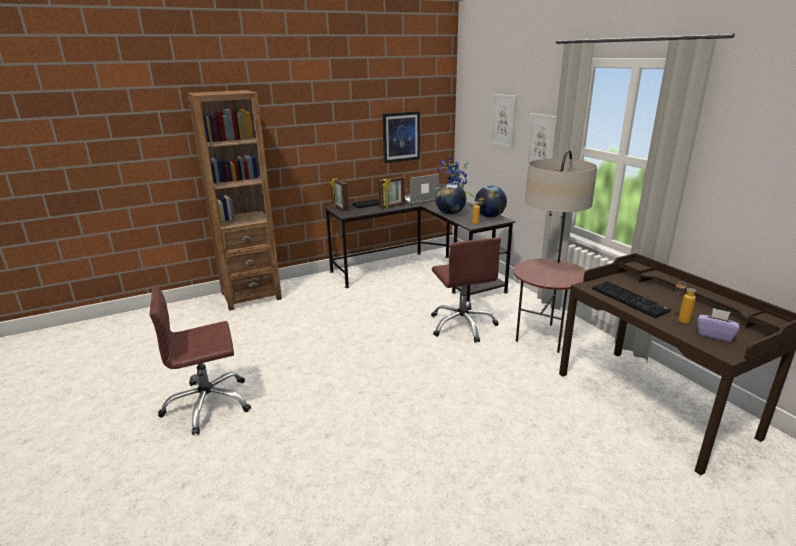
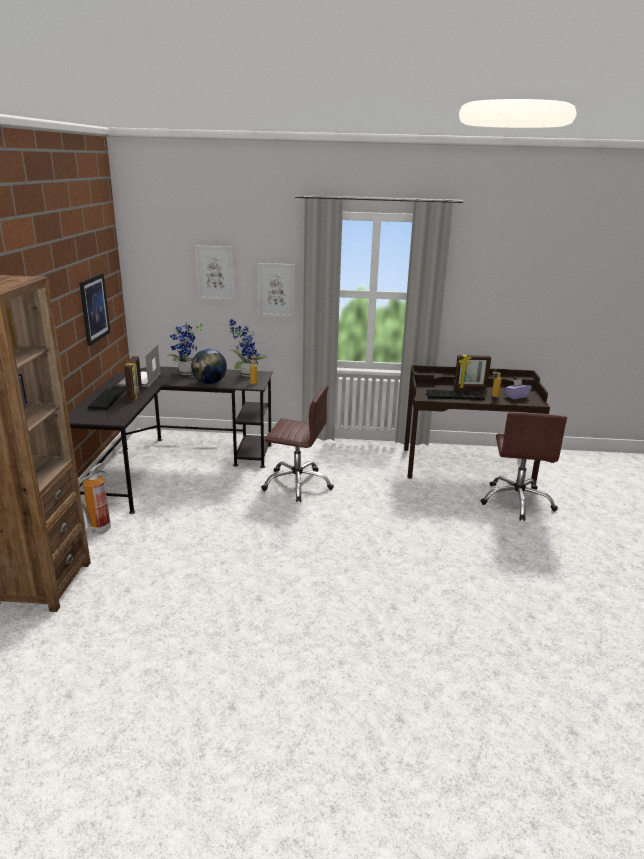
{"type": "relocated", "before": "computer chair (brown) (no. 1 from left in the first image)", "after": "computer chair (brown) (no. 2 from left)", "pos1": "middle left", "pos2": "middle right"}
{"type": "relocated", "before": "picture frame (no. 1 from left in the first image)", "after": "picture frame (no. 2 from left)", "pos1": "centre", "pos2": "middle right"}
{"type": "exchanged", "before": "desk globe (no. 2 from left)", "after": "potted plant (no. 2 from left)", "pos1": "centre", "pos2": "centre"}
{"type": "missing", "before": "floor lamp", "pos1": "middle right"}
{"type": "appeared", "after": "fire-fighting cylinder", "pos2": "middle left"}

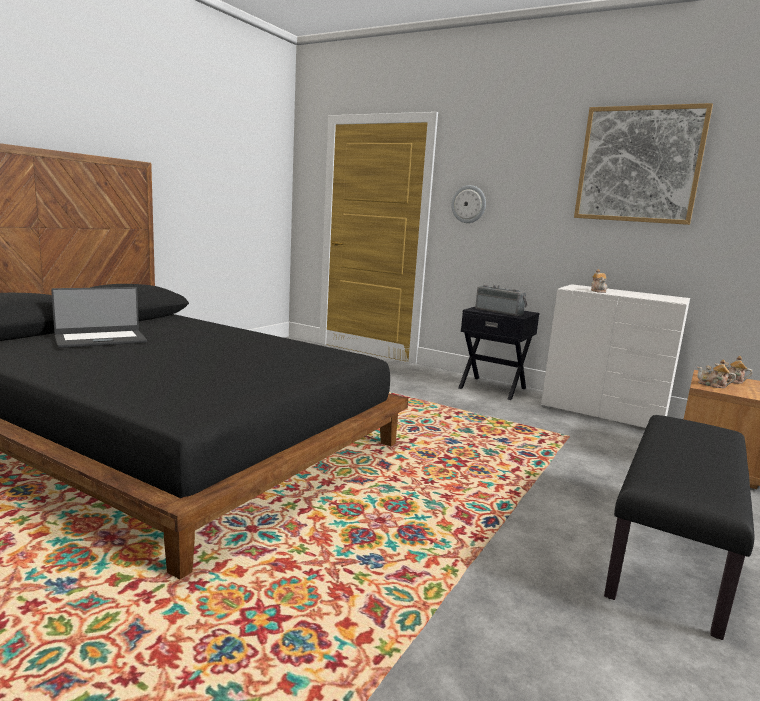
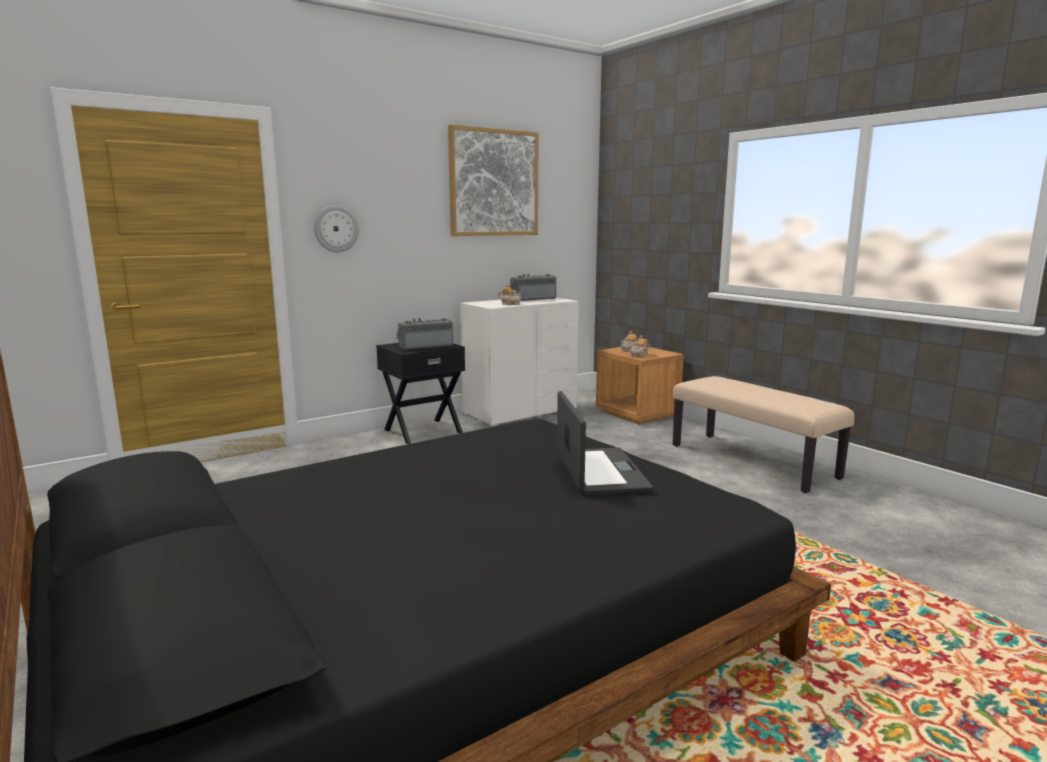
{"type": "relocated", "before": "portable computer", "pos1": "middle left", "pos2": "centre"}
{"type": "colour", "before": "indoor bench (blackish)", "after": "indoor bench (beige-coloured)", "pos1": "bottom right", "pos2": "middle right"}
{"type": "appeared", "after": "radio (no. 2 from left)", "pos2": "centre"}

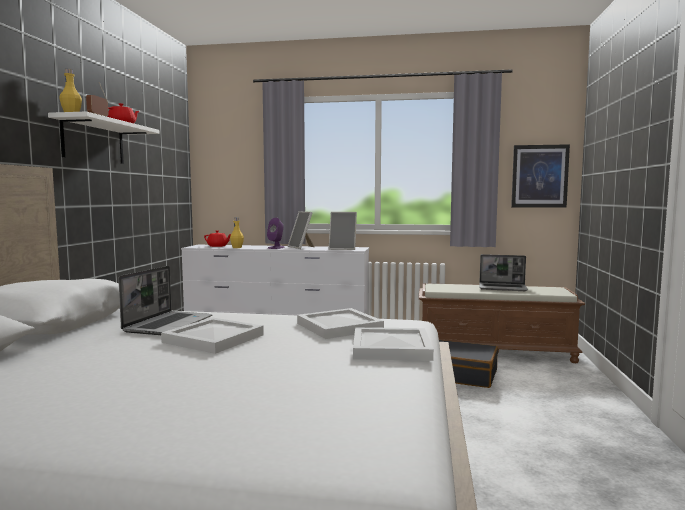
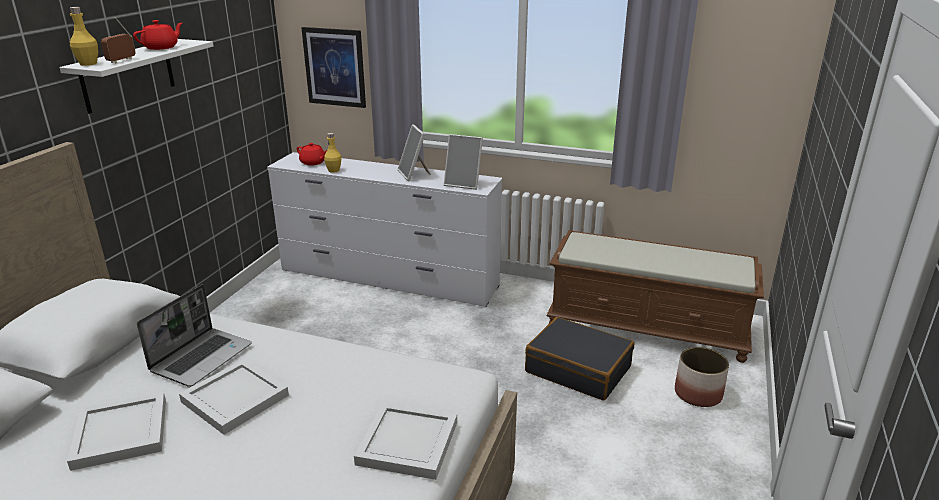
{"type": "missing", "before": "audio speaker (purple-coloured)", "pos1": "centre"}
{"type": "relocated", "before": "serving tray (white-coloured) (no. 2 from left in the first image)", "after": "serving tray (white-coloured) (no. 1 from left)", "pos1": "centre", "pos2": "bottom left"}
{"type": "missing", "before": "portable computer (no. 2 from left)", "pos1": "middle right"}
{"type": "relocated", "before": "wall art", "pos1": "middle right", "pos2": "top centre"}
{"type": "appeared", "after": "flower pot", "pos2": "bottom right"}

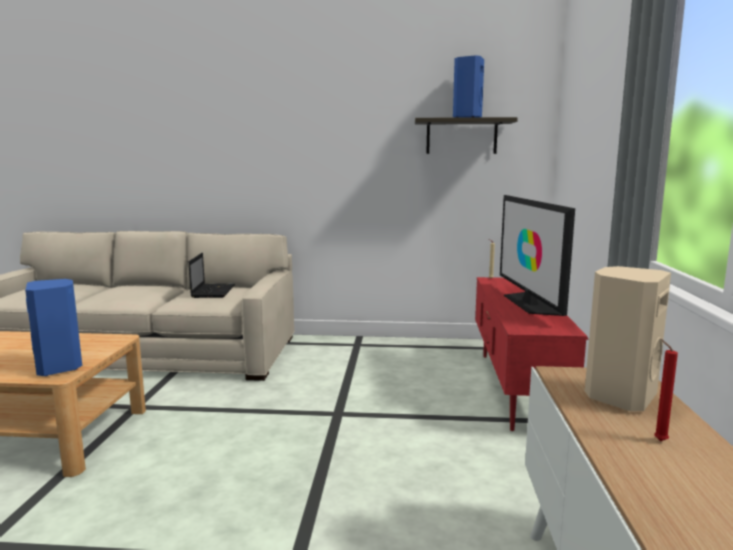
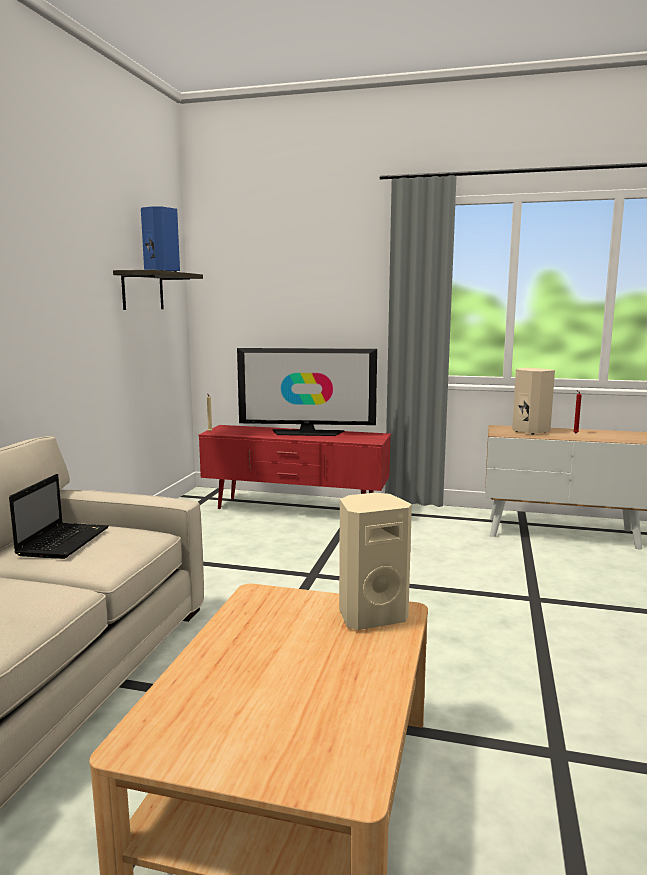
{"type": "colour", "before": "audio speaker (blue-coloured) (no. 1 from left)", "after": "audio speaker (beige-coloured) (no. 1 from left)", "pos1": "middle left", "pos2": "centre"}
{"type": "spun", "before": "portable computer", "pos1": "middle left", "pos2": "middle left", "turn": 90}

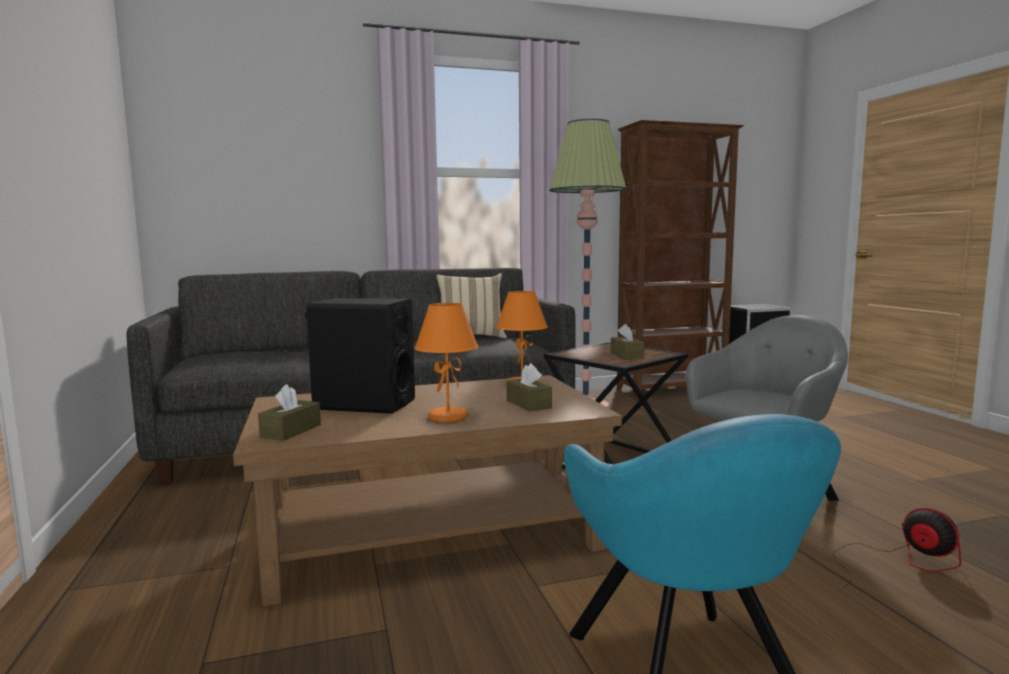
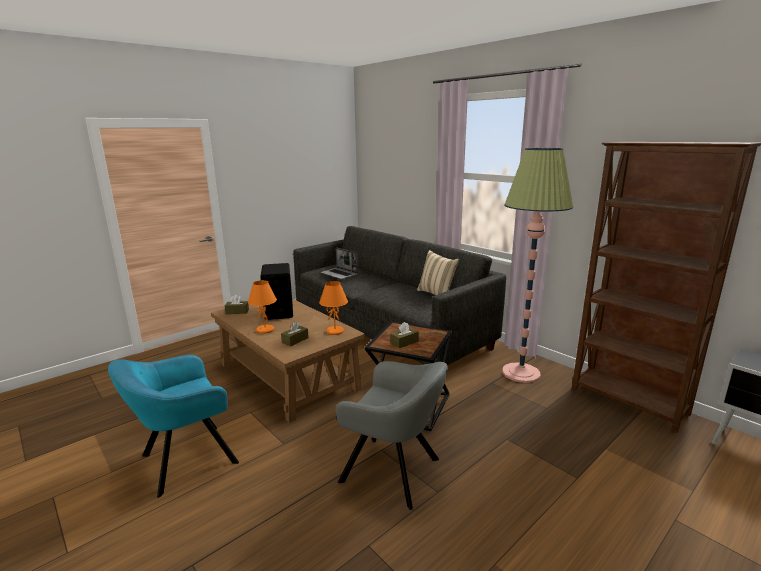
{"type": "missing", "before": "cooling fan", "pos1": "bottom right"}
{"type": "appeared", "after": "portable computer", "pos2": "centre"}

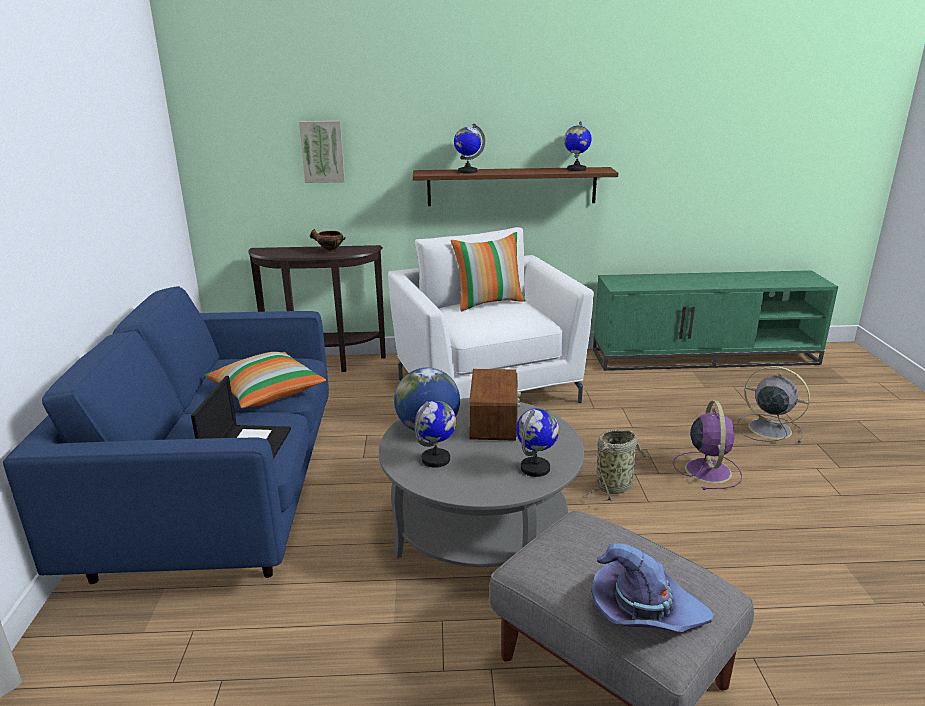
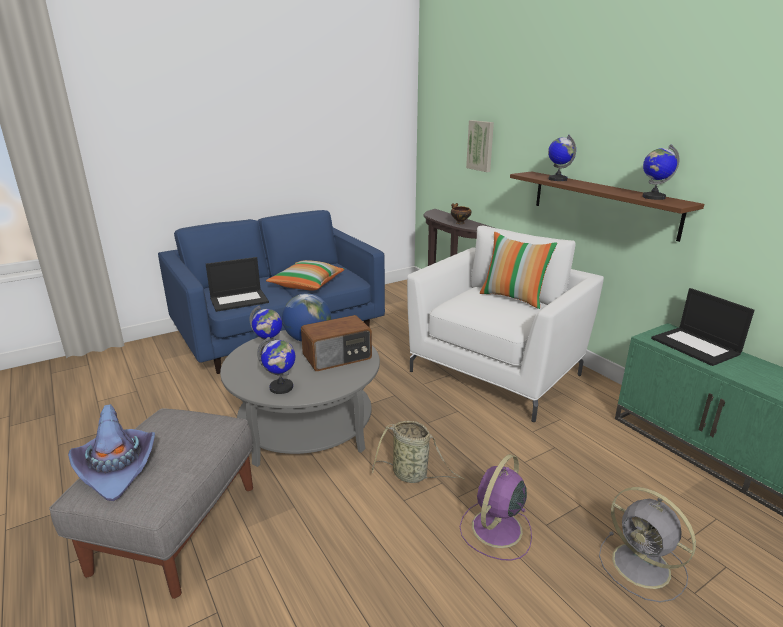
{"type": "spun", "before": "cooling fan (purple-coloured)", "pos1": "middle right", "pos2": "bottom centre", "turn": 150}
{"type": "spun", "before": "cooling fan (gray)", "pos1": "middle right", "pos2": "bottom right", "turn": 135}
{"type": "appeared", "after": "portable computer (no. 2 from left)", "pos2": "middle right"}

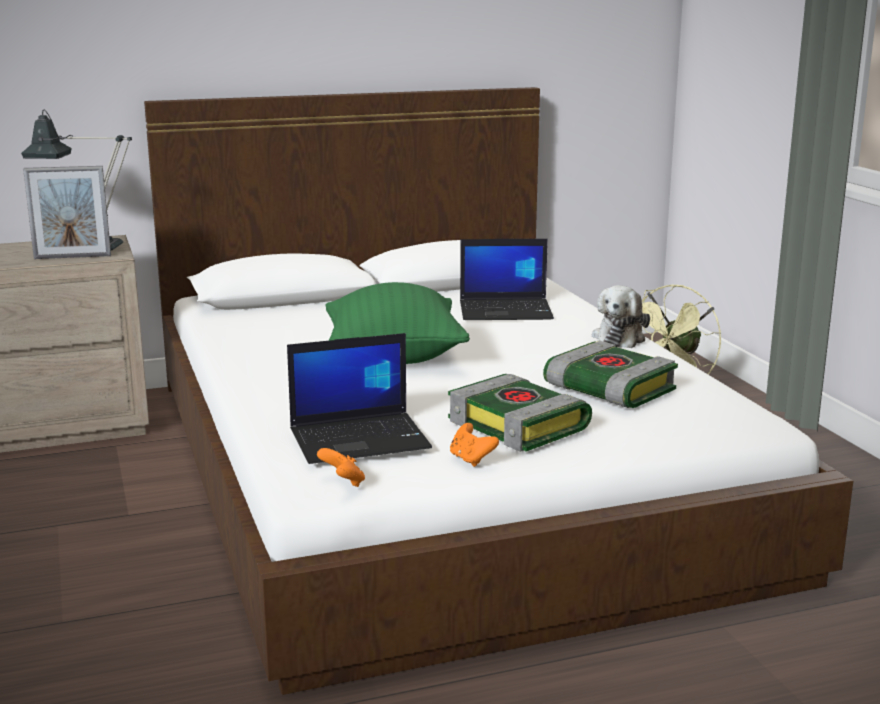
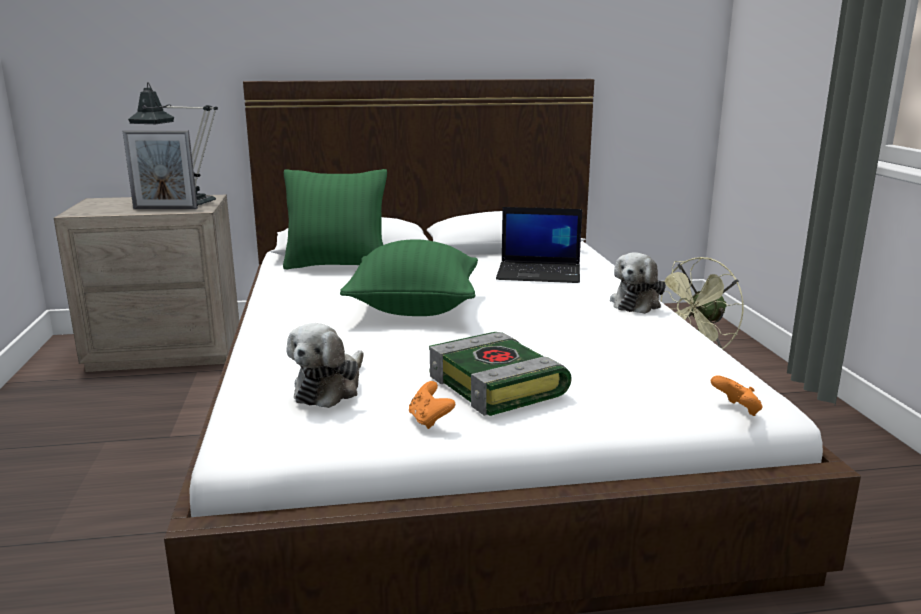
{"type": "exchanged", "before": "portable computer (no. 1 from left)", "after": "cuddly toy (no. 1 from left)", "pos1": "centre", "pos2": "centre"}
{"type": "relocated", "before": "gamepad (orangey) (no. 1 from left in the first image)", "after": "gamepad (orangey) (no. 2 from left)", "pos1": "centre", "pos2": "middle right"}
{"type": "missing", "before": "book (no. 2 from left)", "pos1": "middle right"}
{"type": "appeared", "after": "cushion (greenish) (no. 1 from left)", "pos2": "centre"}

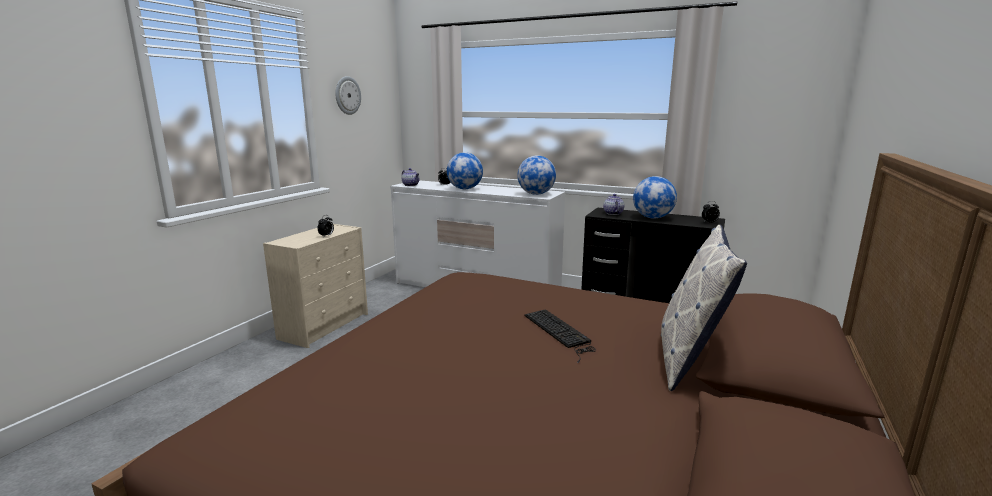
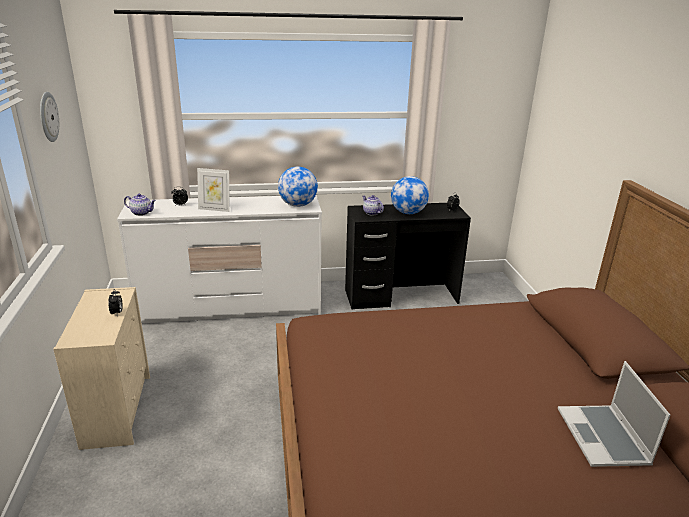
{"type": "exchanged", "before": "desk globe (no. 1 from left)", "after": "picture frame", "pos1": "centre", "pos2": "middle left"}
{"type": "missing", "before": "PC keyboard", "pos1": "bottom centre"}
{"type": "missing", "before": "cushion", "pos1": "middle right"}
{"type": "appeared", "after": "portable computer", "pos2": "bottom right"}

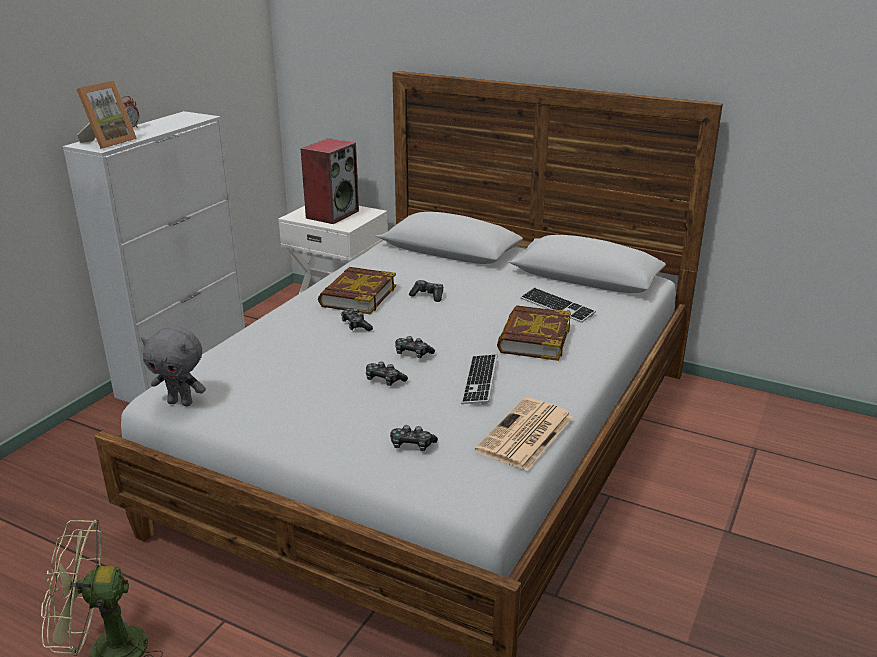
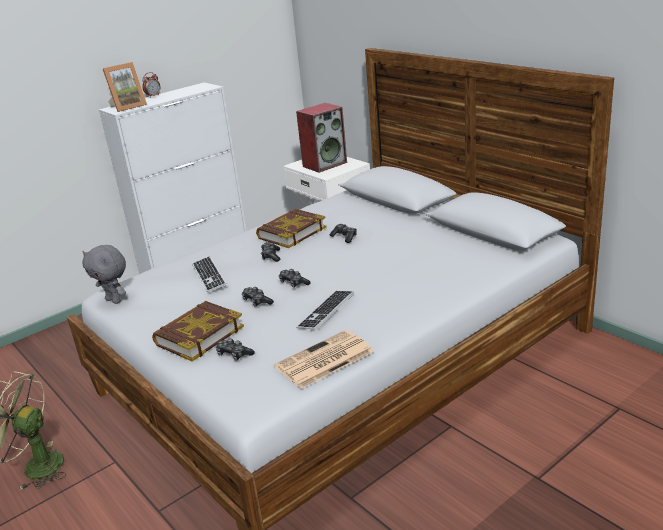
{"type": "relocated", "before": "book (no. 2 from left in the first image)", "after": "book (no. 1 from left)", "pos1": "centre", "pos2": "middle left"}
{"type": "relocated", "before": "PC keyboard (no. 2 from left in the first image)", "after": "PC keyboard (no. 1 from left)", "pos1": "centre", "pos2": "middle left"}

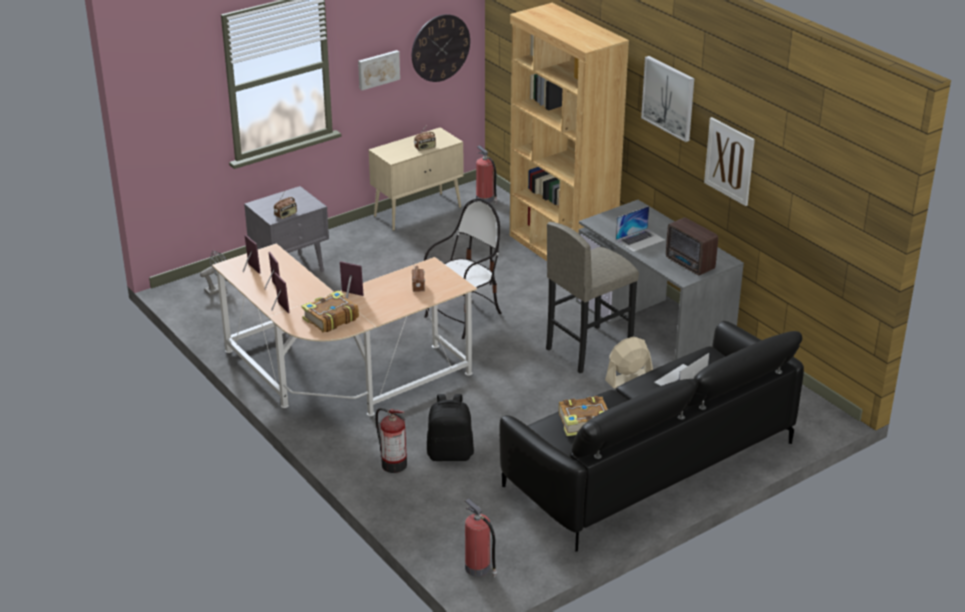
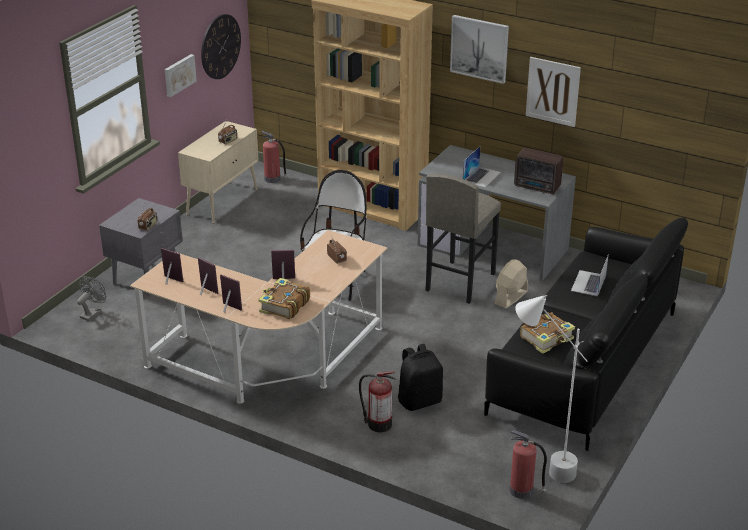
{"type": "appeared", "after": "floor lamp (white-coloured)", "pos2": "bottom right"}

